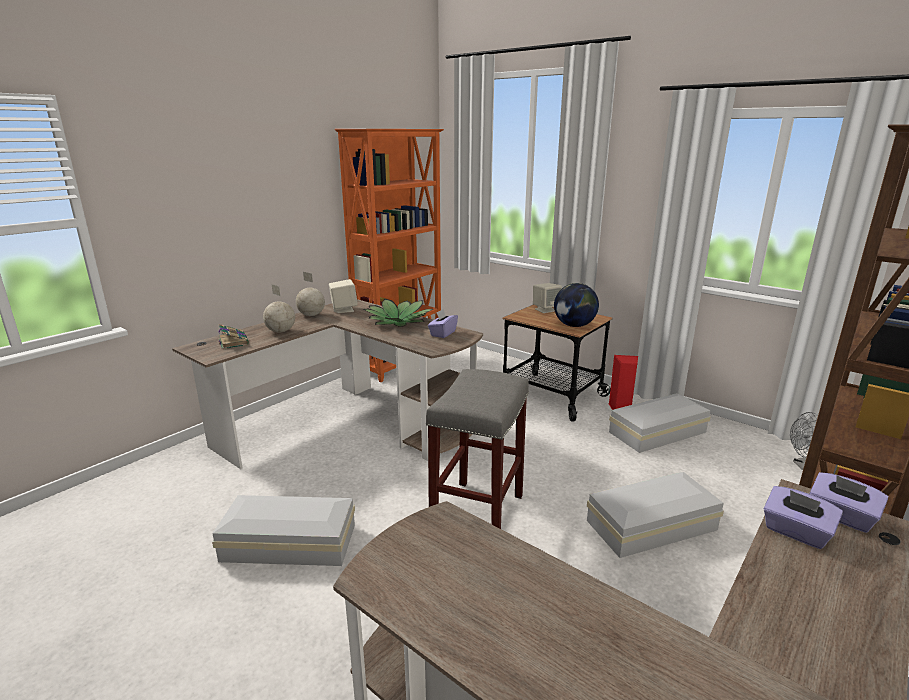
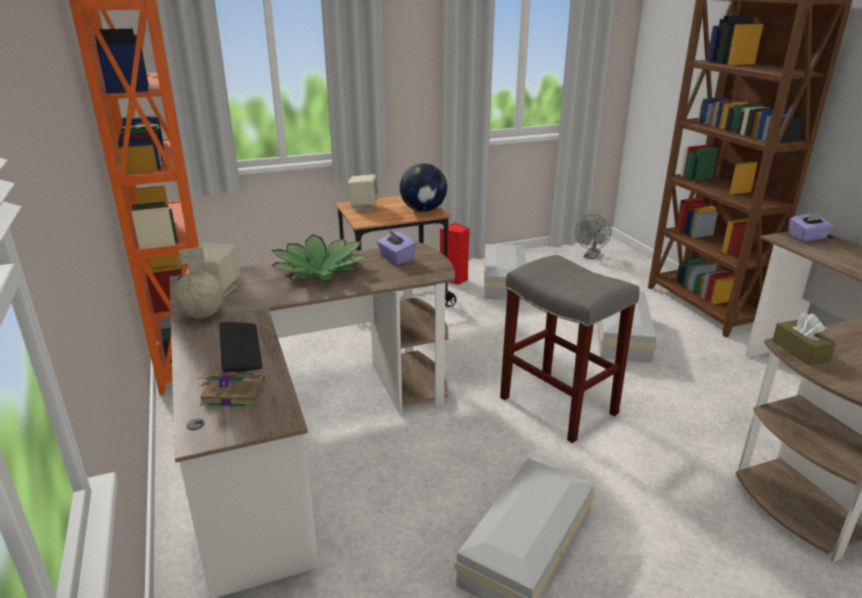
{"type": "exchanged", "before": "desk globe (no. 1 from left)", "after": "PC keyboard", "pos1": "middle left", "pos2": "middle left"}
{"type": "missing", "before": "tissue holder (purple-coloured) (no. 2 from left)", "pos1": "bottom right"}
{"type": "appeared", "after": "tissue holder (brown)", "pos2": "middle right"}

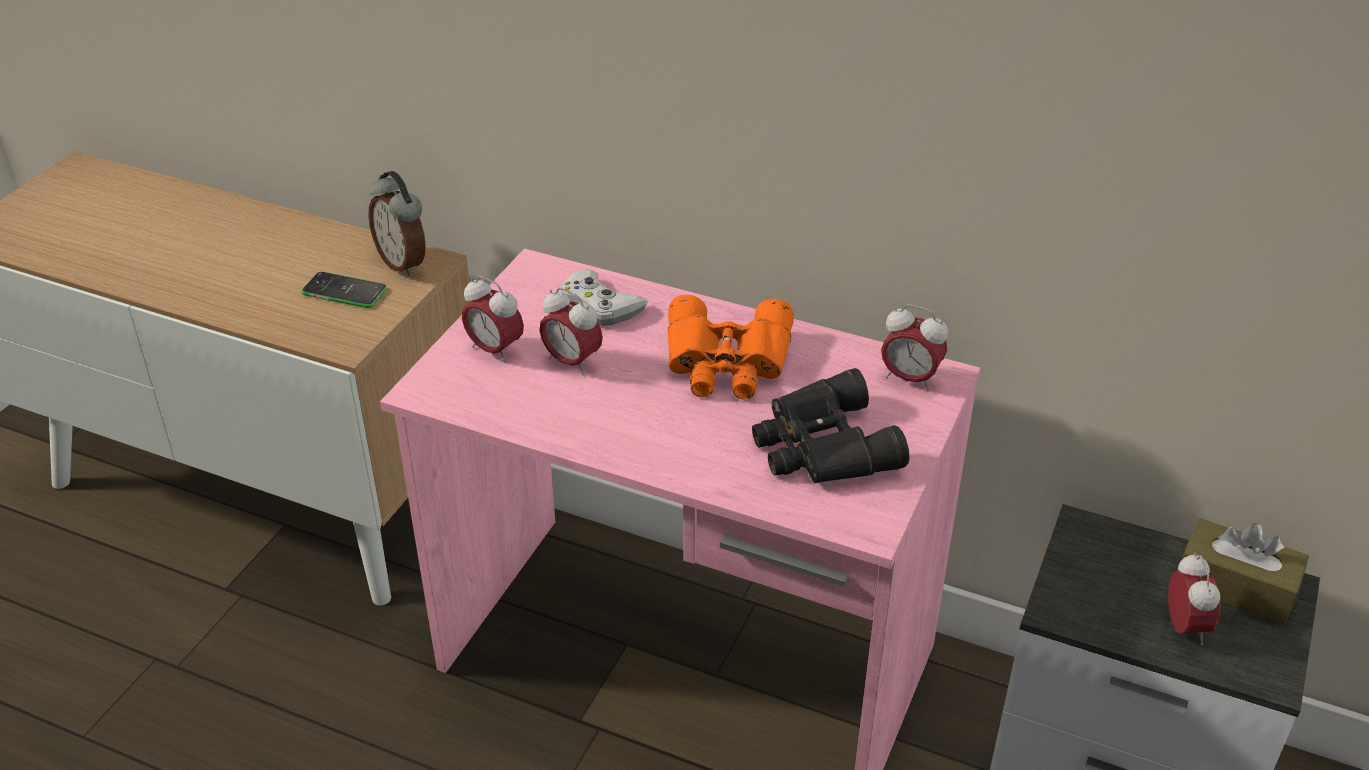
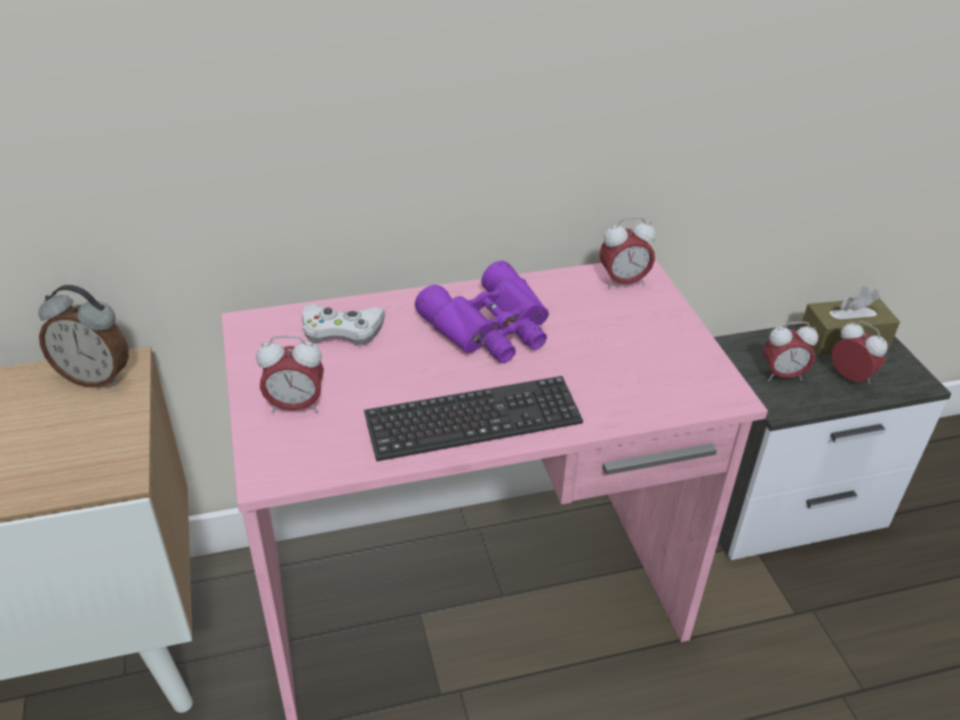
{"type": "missing", "before": "telephone", "pos1": "middle left"}
{"type": "relocated", "before": "bedside clock (no. 3 from left in the first image)", "after": "bedside clock (no. 4 from left)", "pos1": "centre", "pos2": "middle right"}
{"type": "colour", "before": "field glasses (orangey)", "after": "field glasses (purple-coloured)", "pos1": "centre", "pos2": "centre"}
{"type": "missing", "before": "field glasses (blackish)", "pos1": "centre"}
{"type": "appeared", "after": "PC keyboard", "pos2": "centre"}

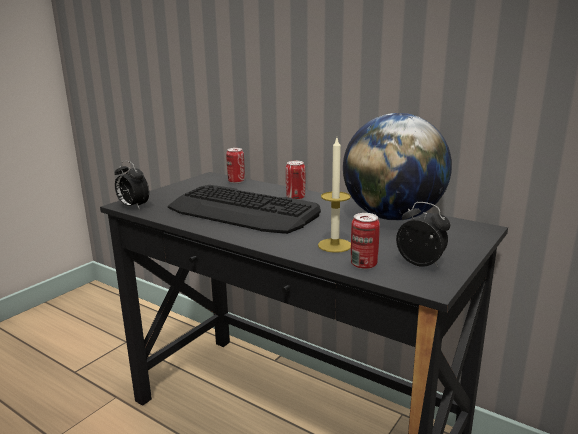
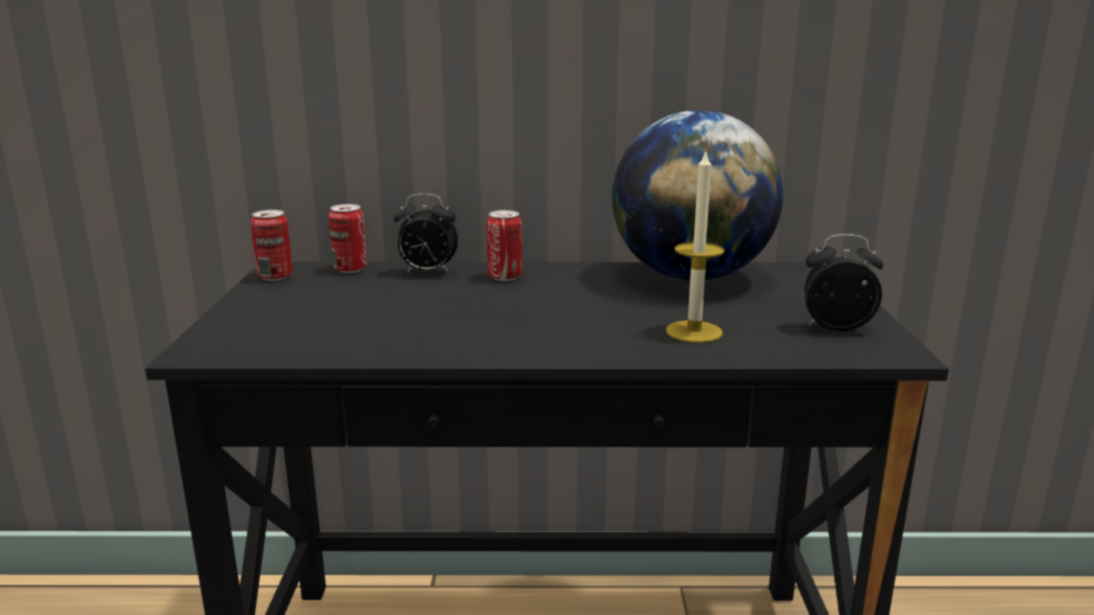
{"type": "relocated", "before": "bedside clock (no. 1 from left)", "pos1": "middle left", "pos2": "centre"}
{"type": "missing", "before": "PC keyboard", "pos1": "centre"}
{"type": "relocated", "before": "can (no. 3 from left in the first image)", "after": "can (no. 1 from left)", "pos1": "centre", "pos2": "middle left"}

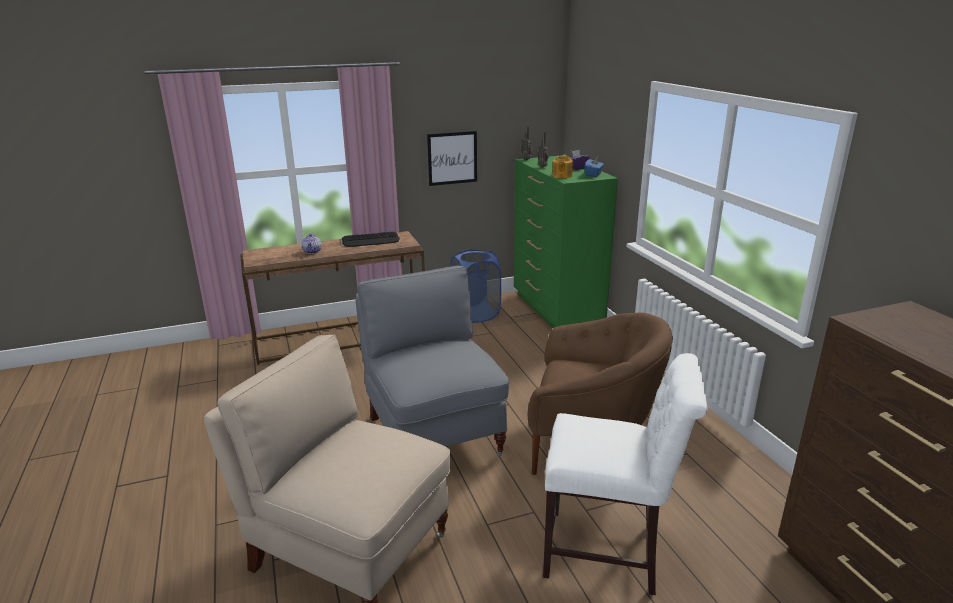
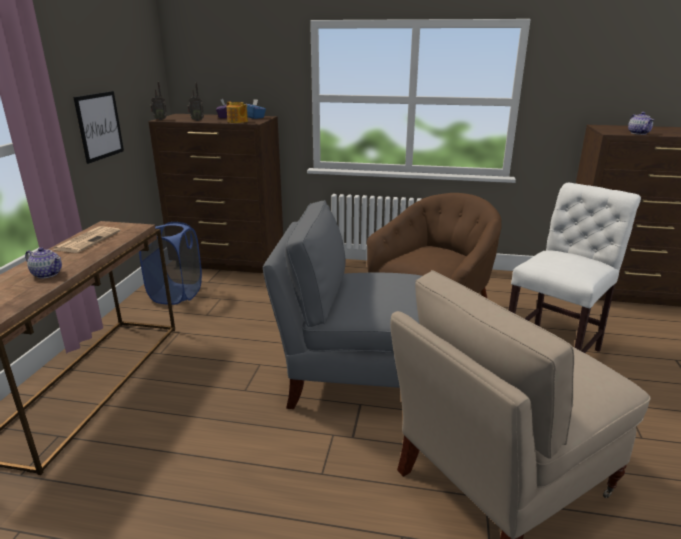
{"type": "exchanged", "before": "PC keyboard", "after": "daily paper", "pos1": "centre", "pos2": "middle left"}
{"type": "colour", "before": "dresser (greenish)", "after": "dresser (brown) (no. 1 from left)", "pos1": "centre", "pos2": "middle left"}
{"type": "appeared", "after": "tea pot (no. 3 from left)", "pos2": "top right"}

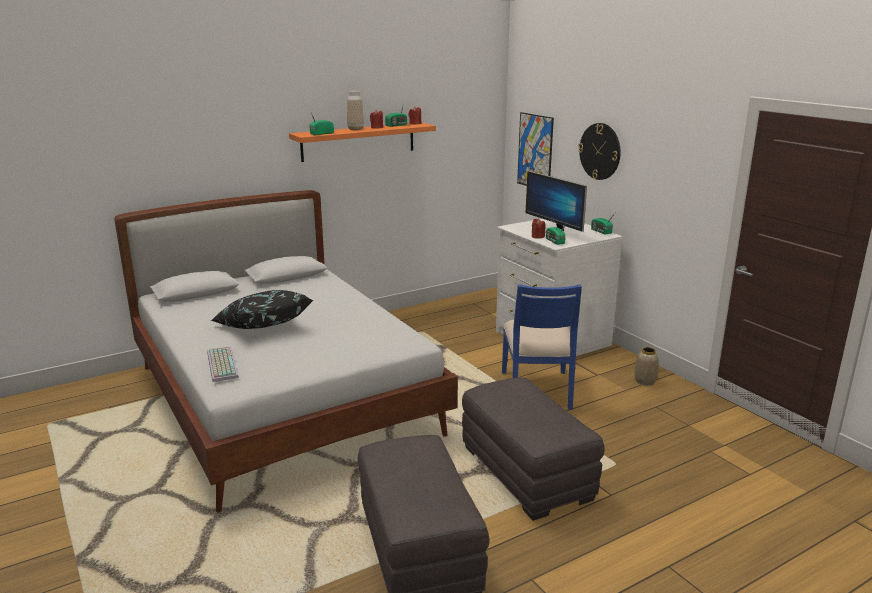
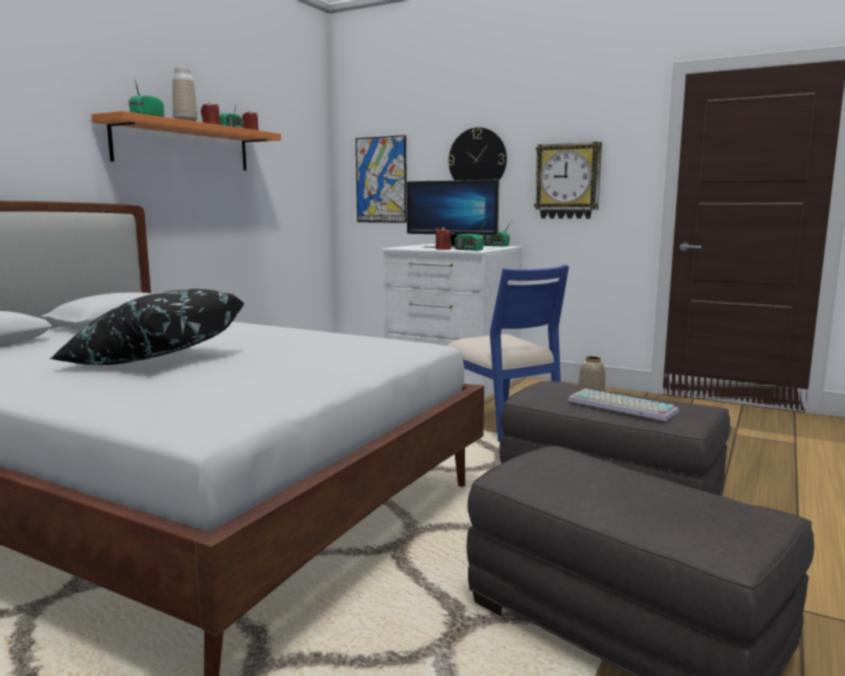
{"type": "relocated", "before": "PC keyboard", "pos1": "middle left", "pos2": "middle right"}
{"type": "appeared", "after": "hanging clock (no. 2 from left)", "pos2": "top right"}

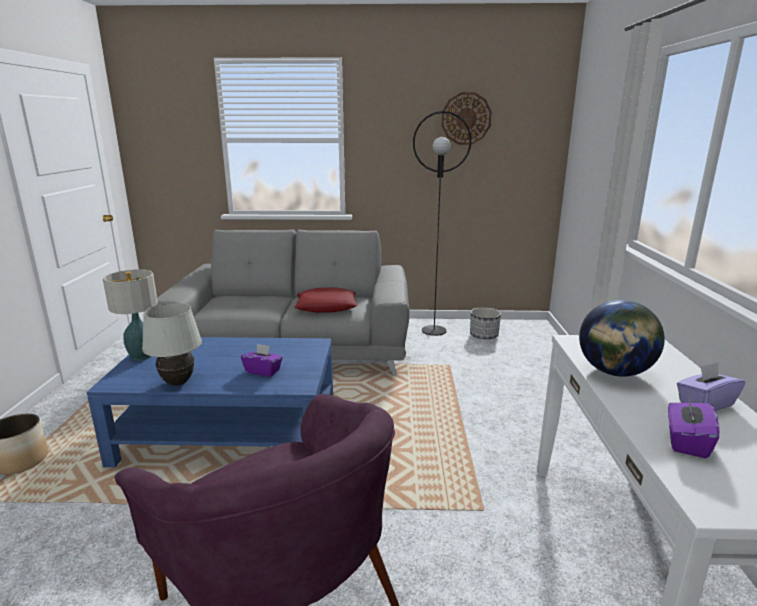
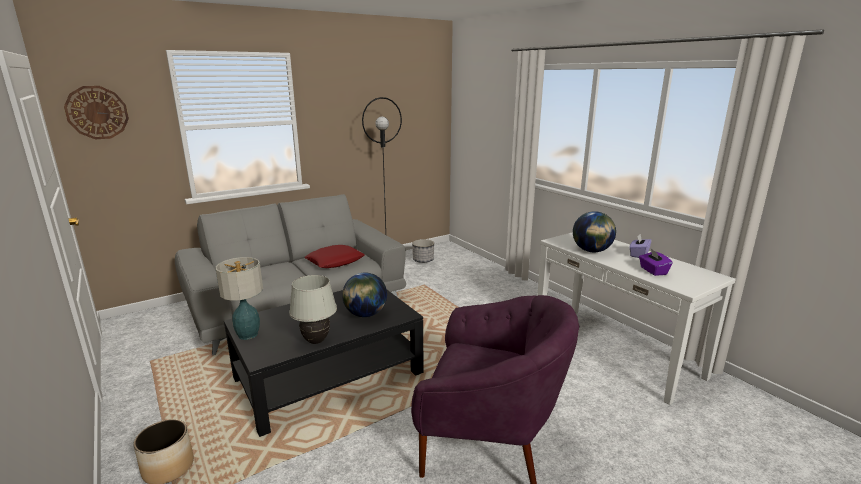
{"type": "colour", "before": "lounge table (blue-coloured)", "after": "lounge table (blackish)", "pos1": "middle left", "pos2": "bottom centre"}
{"type": "exchanged", "before": "tissue holder (purple-coloured) (no. 1 from left)", "after": "desk globe (no. 1 from left)", "pos1": "centre", "pos2": "centre"}
{"type": "relocated", "before": "hanging clock", "pos1": "top centre", "pos2": "top left"}

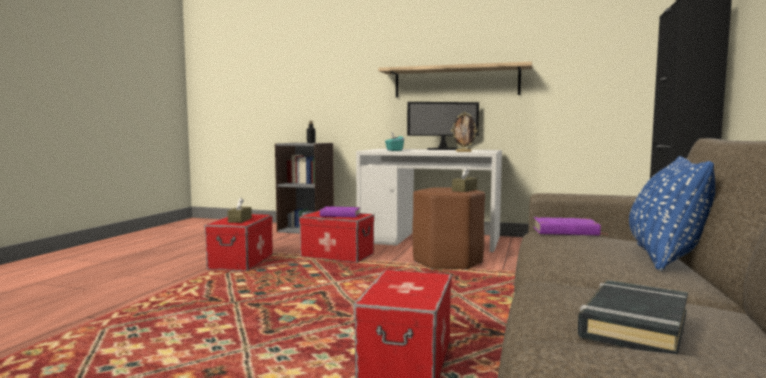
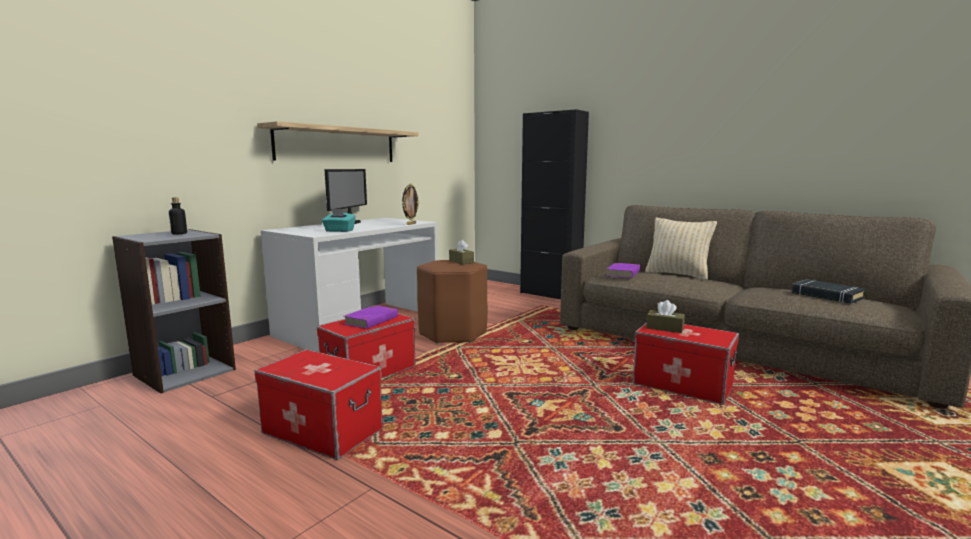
{"type": "relocated", "before": "tissue holder (brown) (no. 1 from left in the first image)", "after": "tissue holder (brown) (no. 2 from left)", "pos1": "middle left", "pos2": "middle right"}
{"type": "colour", "before": "cushion (blue-coloured)", "after": "cushion (beige-coloured)", "pos1": "middle right", "pos2": "middle right"}

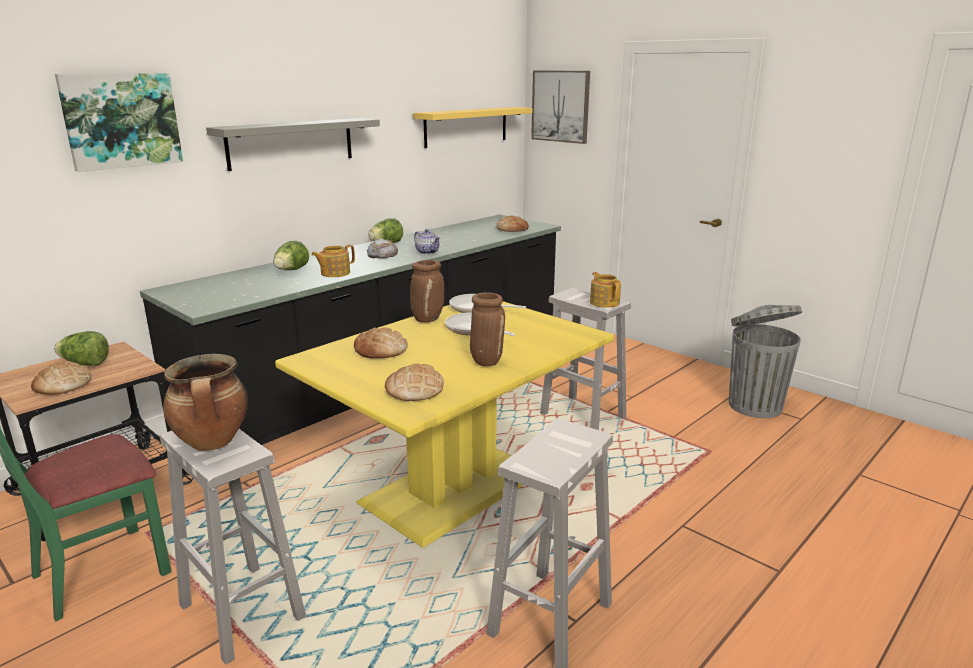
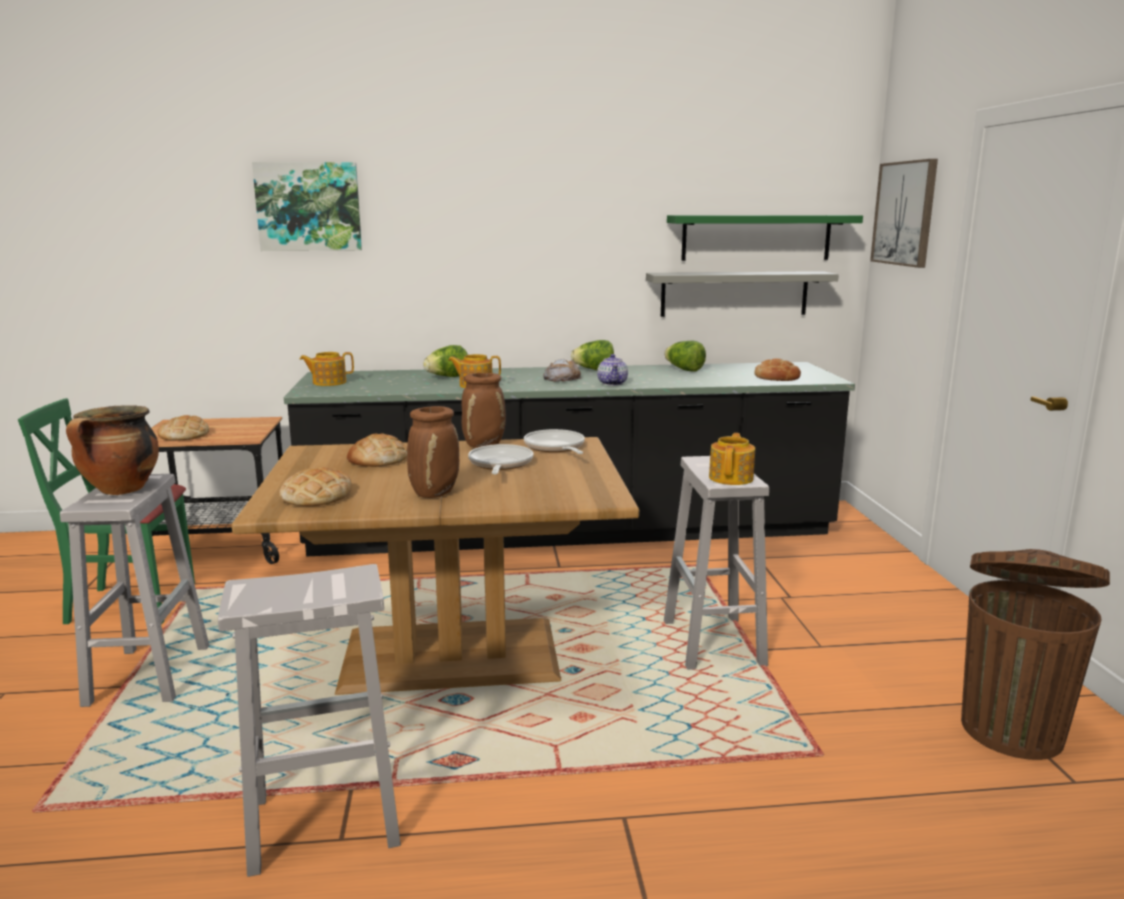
{"type": "relocated", "before": "lettuce (no. 1 from left in the first image)", "after": "lettuce (no. 3 from left)", "pos1": "middle left", "pos2": "centre"}
{"type": "relocated", "before": "shelf (gray)", "pos1": "top left", "pos2": "top centre"}
{"type": "colour", "before": "dining table (yellow)", "after": "dining table (brown)", "pos1": "centre", "pos2": "centre"}
{"type": "colour", "before": "shelf (yellow)", "after": "shelf (greenish)", "pos1": "top centre", "pos2": "top right"}
{"type": "colour", "before": "rubbish bin (gray)", "after": "rubbish bin (brown)", "pos1": "middle right", "pos2": "bottom right"}
{"type": "appeared", "after": "tea pot (no. 1 from left)", "pos2": "middle left"}

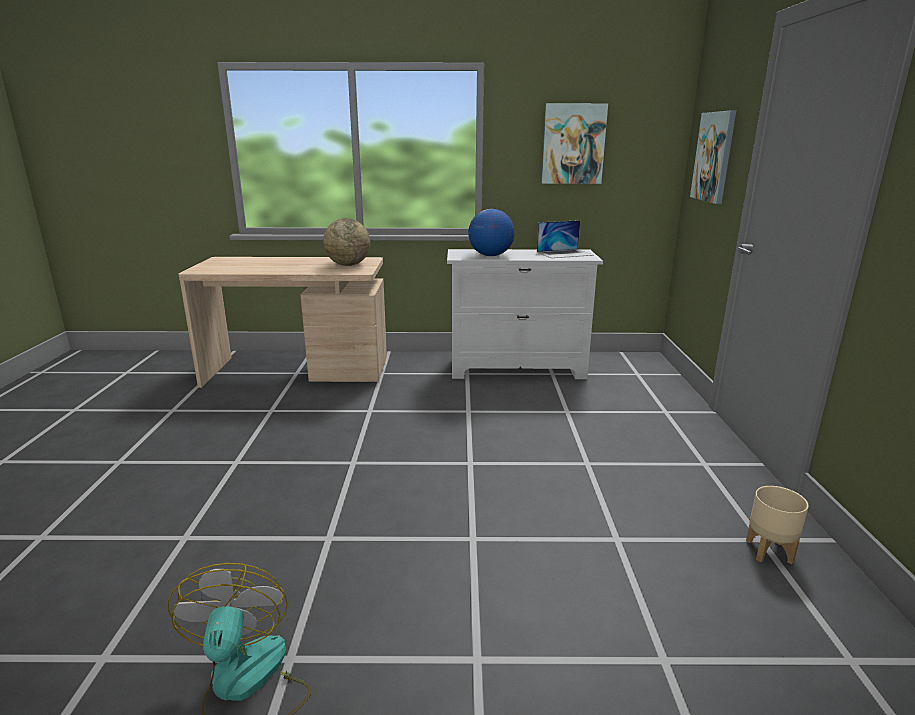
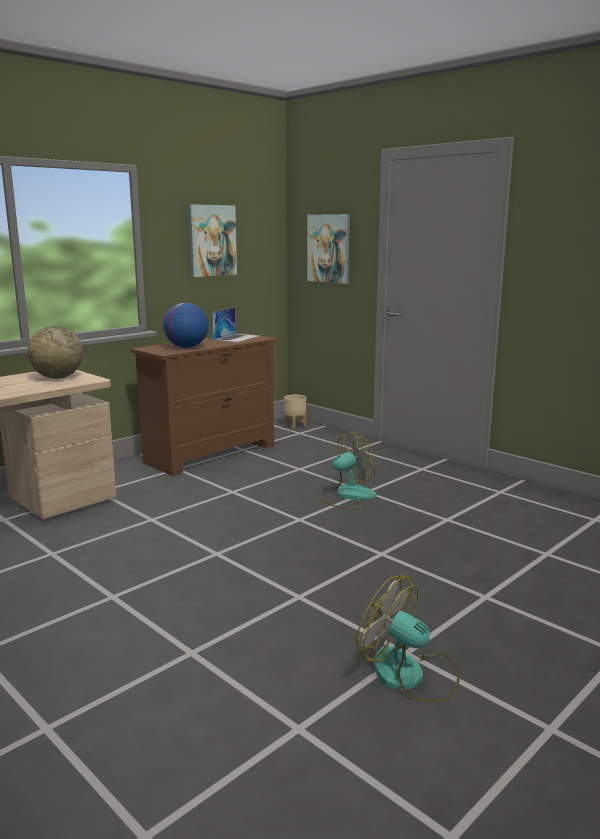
{"type": "colour", "before": "dresser (white-coloured)", "after": "dresser (brown)", "pos1": "centre", "pos2": "centre"}
{"type": "relocated", "before": "flower pot (beige-coloured)", "pos1": "bottom right", "pos2": "centre"}
{"type": "appeared", "after": "cooling fan (no. 1 from left)", "pos2": "centre"}

